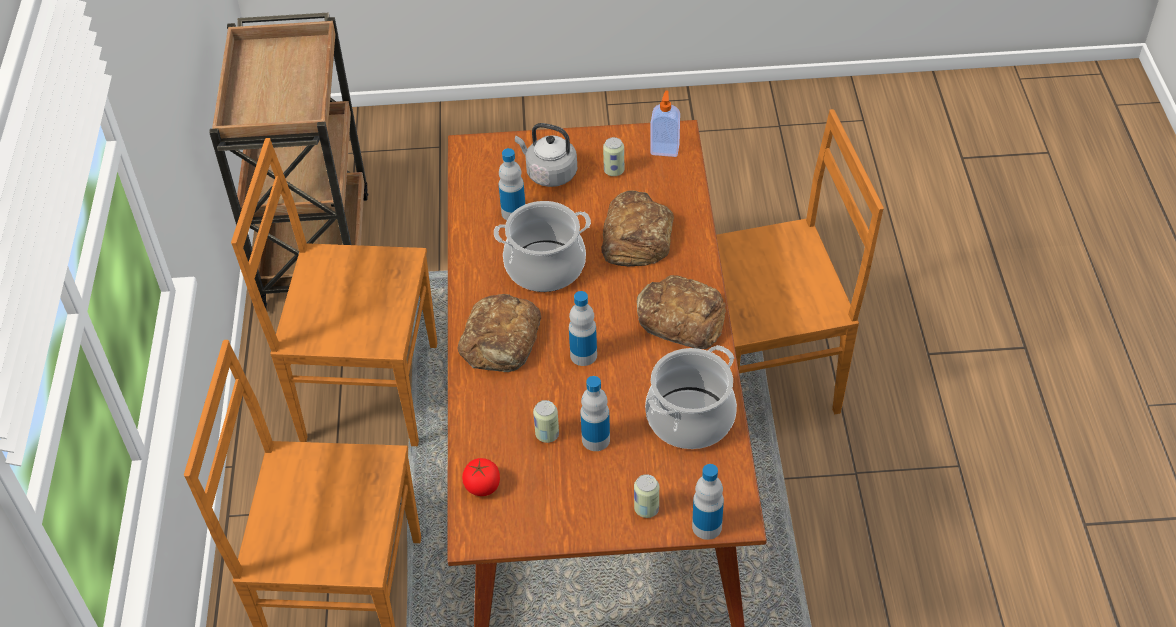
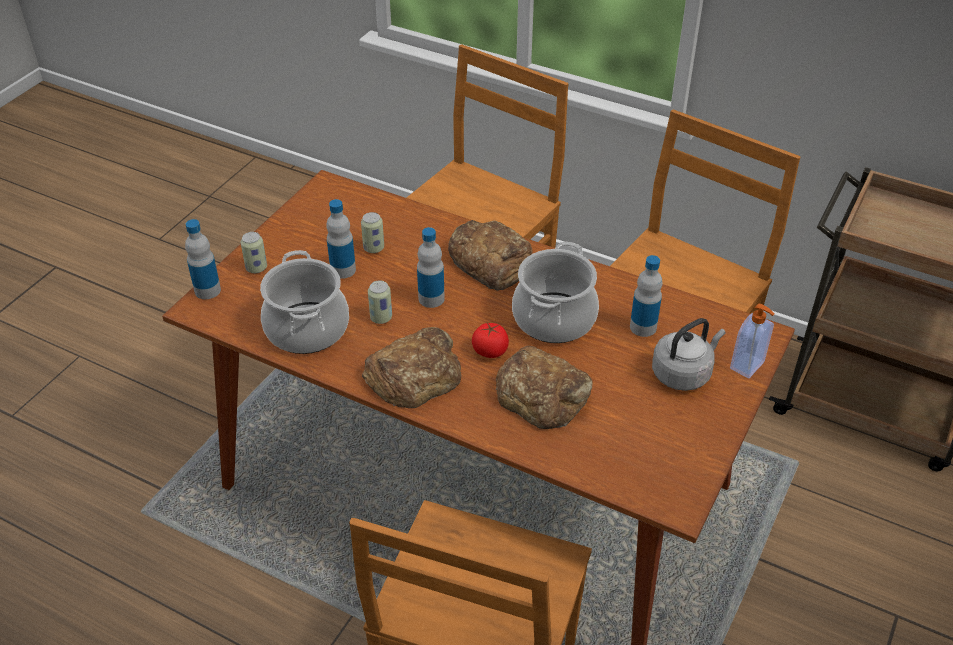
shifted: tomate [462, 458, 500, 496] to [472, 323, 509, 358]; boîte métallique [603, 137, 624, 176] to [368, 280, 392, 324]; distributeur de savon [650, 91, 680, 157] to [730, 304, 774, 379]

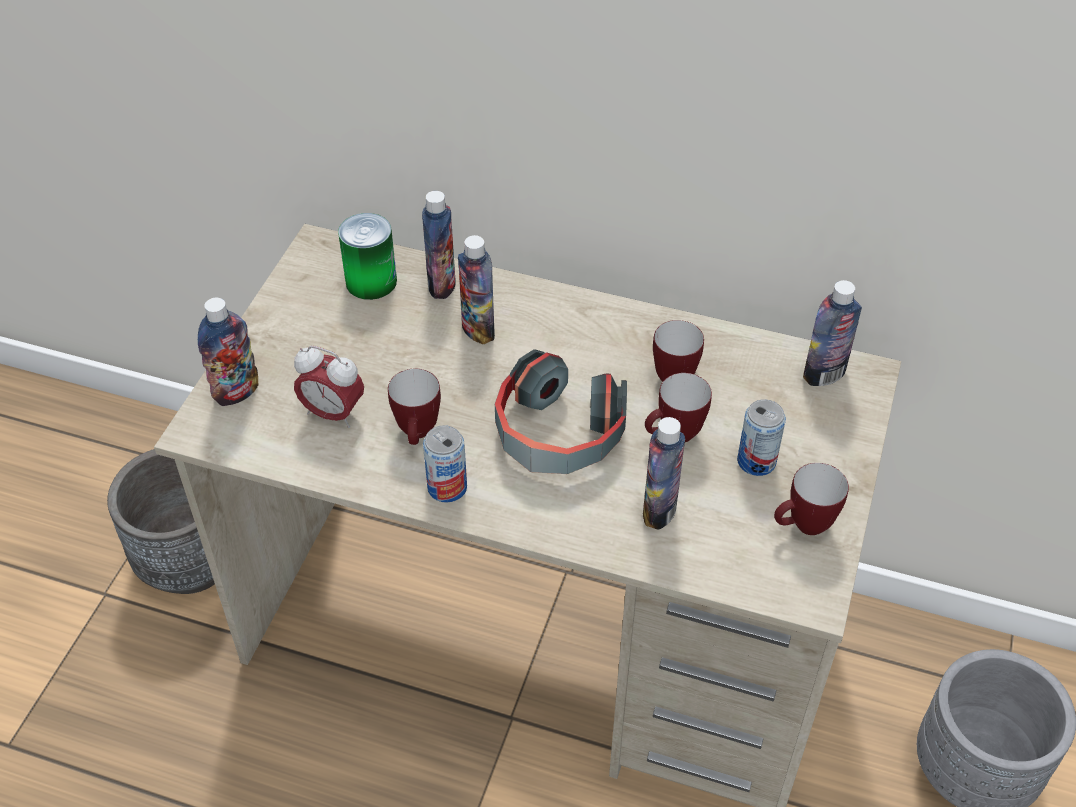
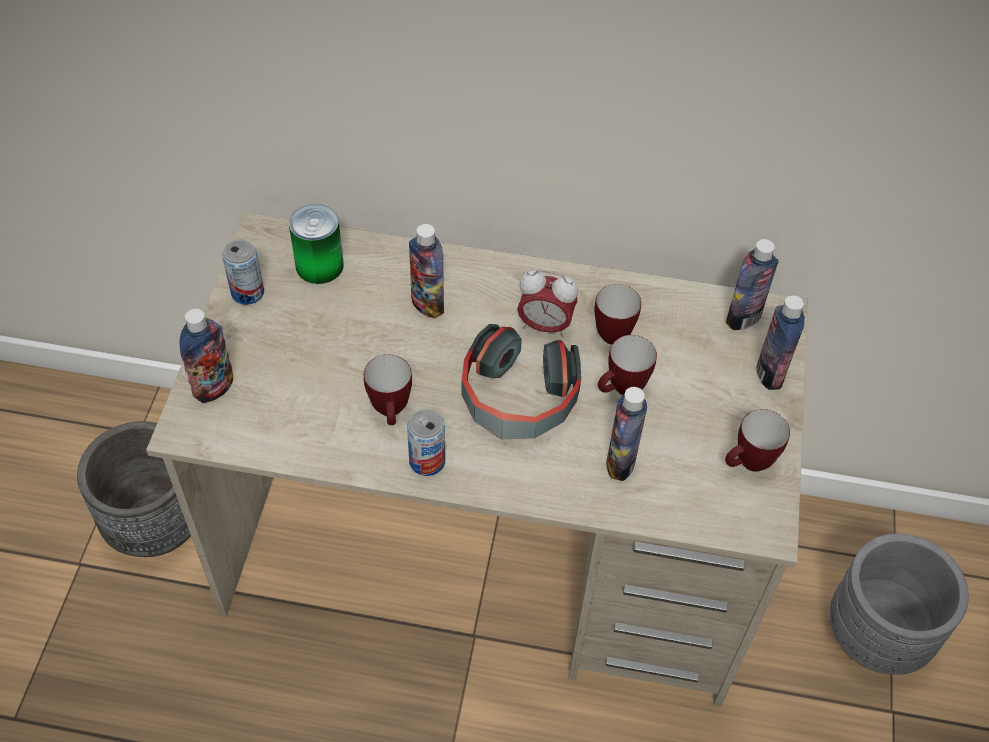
shifted: réveil [294, 346, 364, 428] to [517, 270, 578, 338]; bouteille [422, 191, 456, 299] to [756, 295, 805, 390]; boîte métallique [737, 399, 786, 476] to [222, 240, 264, 305]

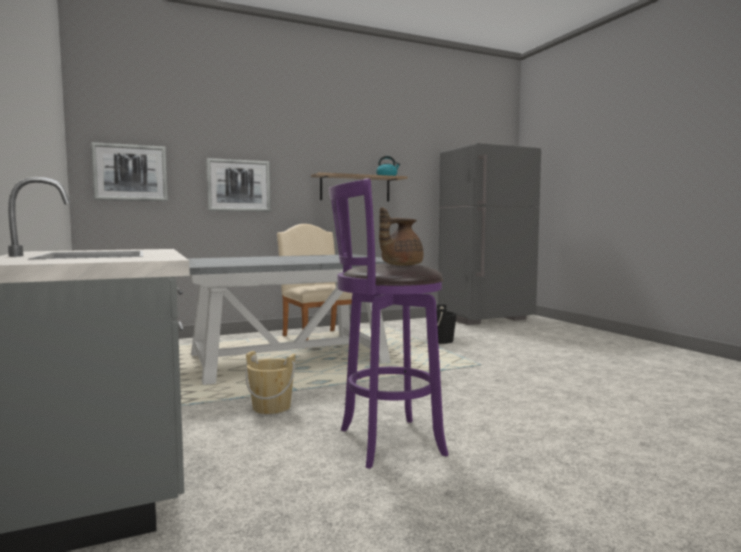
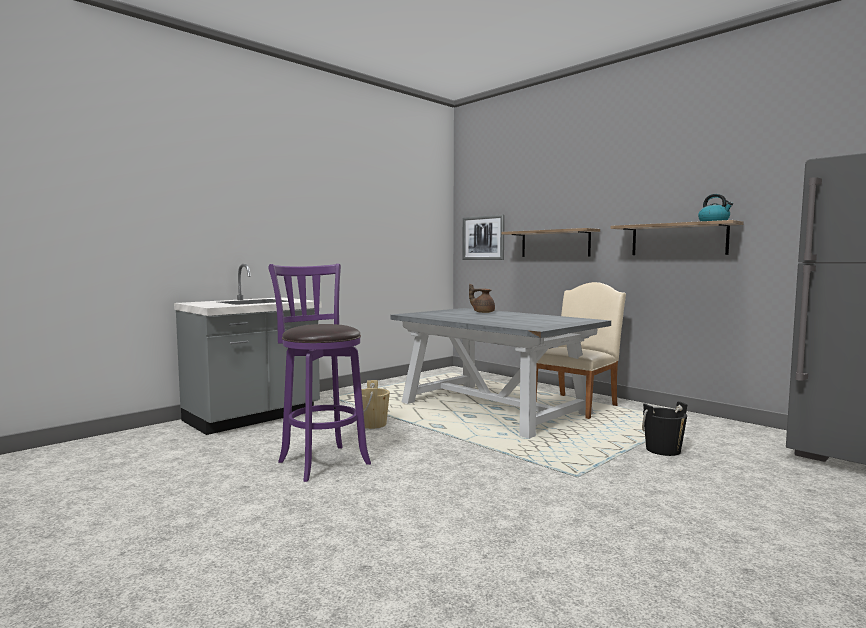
shifted: théière (marron) [379, 207, 423, 266] to [469, 284, 495, 313]
swapped: tableau [206, 158, 271, 212] to étagère [501, 228, 600, 257]

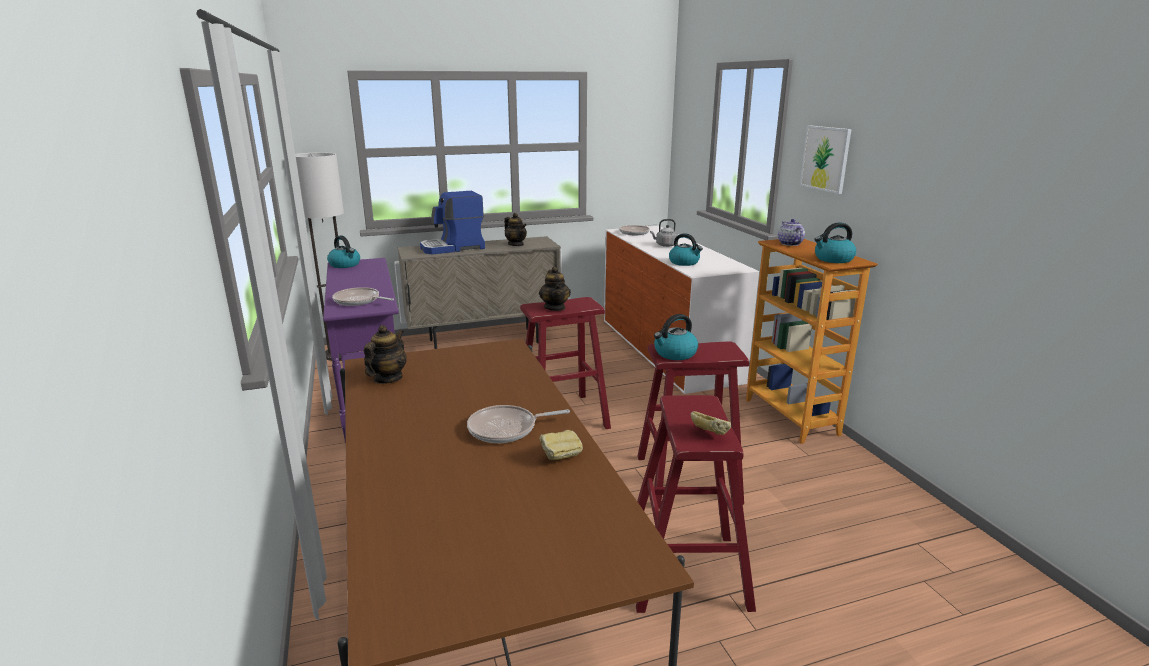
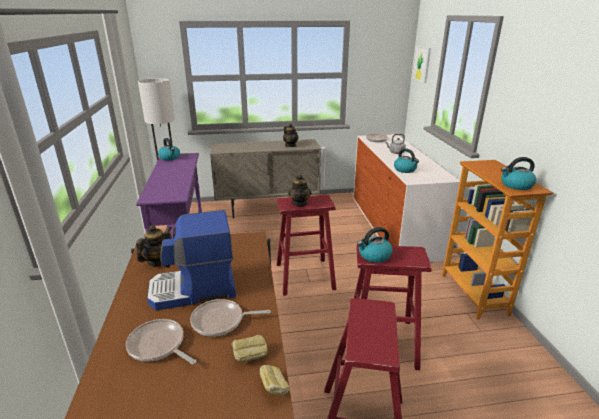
gone: théière [778, 219, 805, 246]
shifted: poêle [332, 287, 394, 306] to [126, 319, 196, 364]; machine à café [420, 191, 485, 254] to [147, 210, 236, 310]; pain [690, 411, 731, 435] to [260, 365, 290, 396]; tableau [800, 125, 851, 194] to [412, 46, 431, 83]

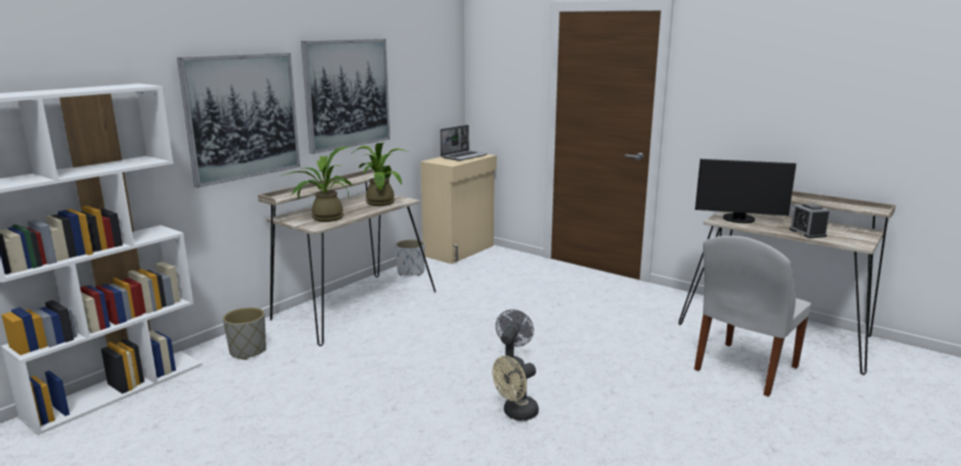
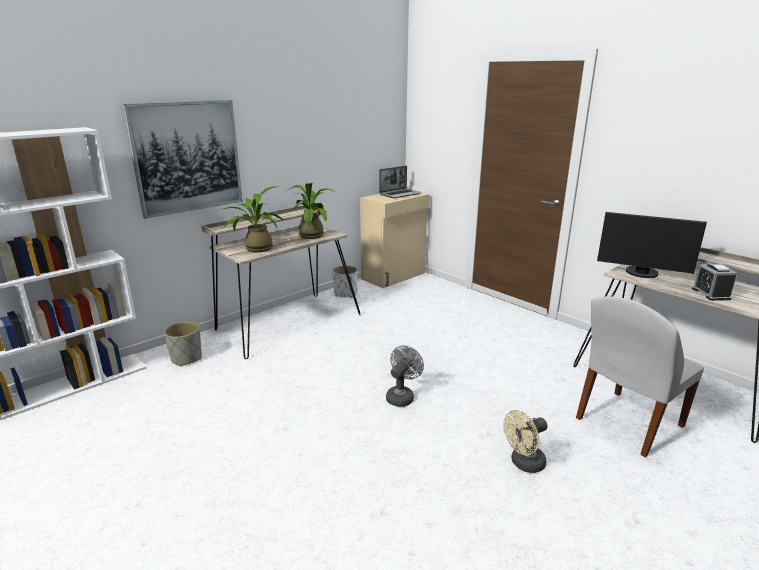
gone: tableau [301, 39, 390, 154]
shifted: ventilateur (beige) [492, 356, 539, 421] to [503, 410, 547, 473]

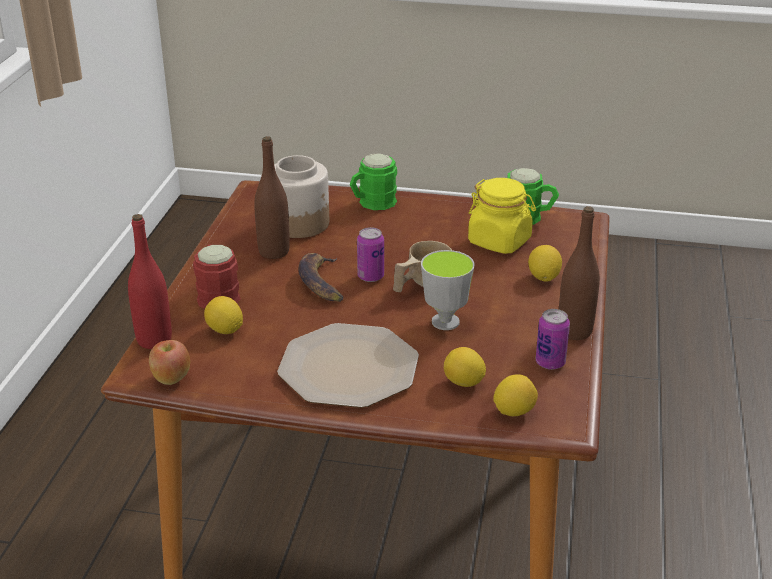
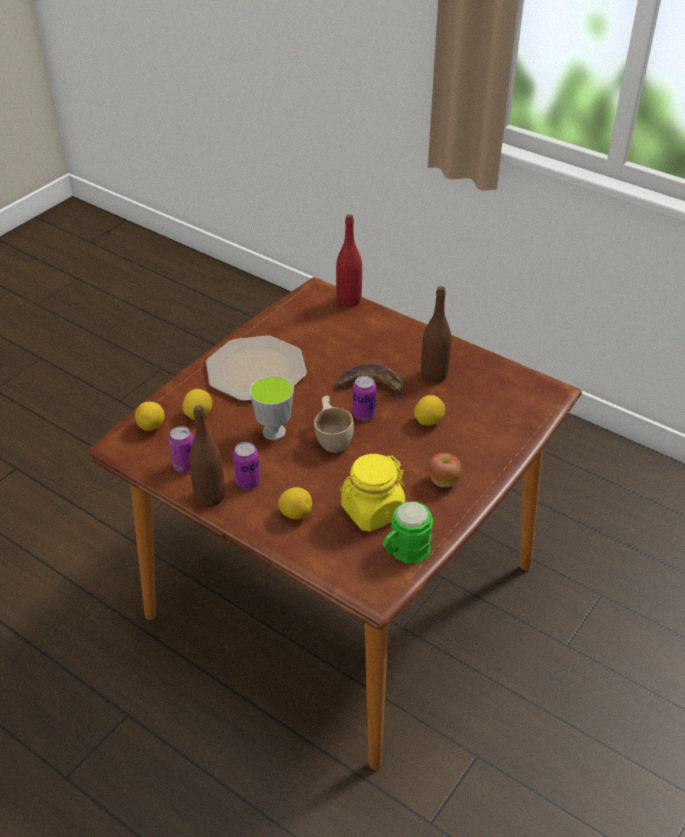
gone: mug (rouge) [193, 245, 241, 309]; bocal [274, 155, 329, 238]; mug (vert) [350, 153, 397, 210]
new: boîte métallique [233, 442, 260, 489]
shifted: pomme [149, 340, 190, 385] to [428, 453, 461, 487]; citron [204, 296, 243, 334] to [414, 395, 445, 426]

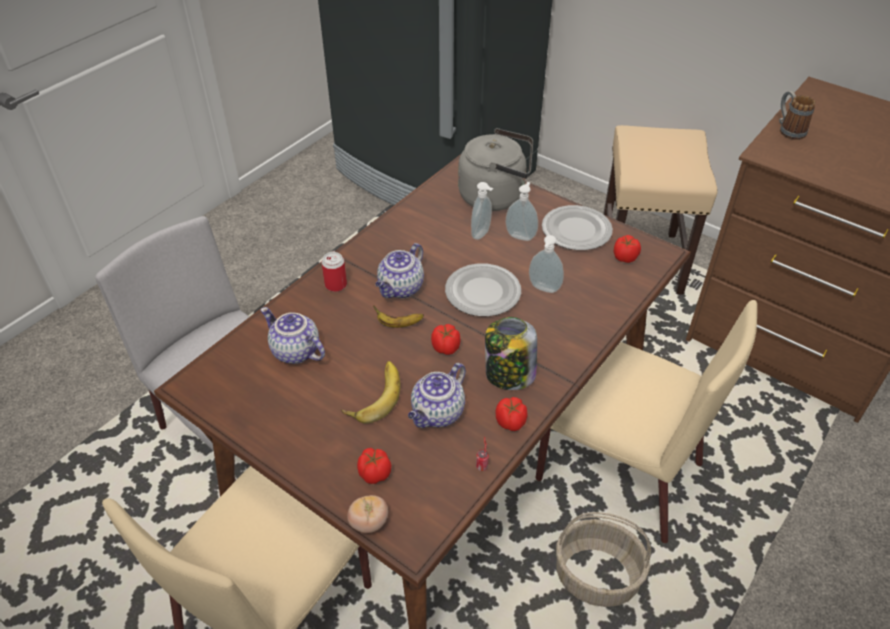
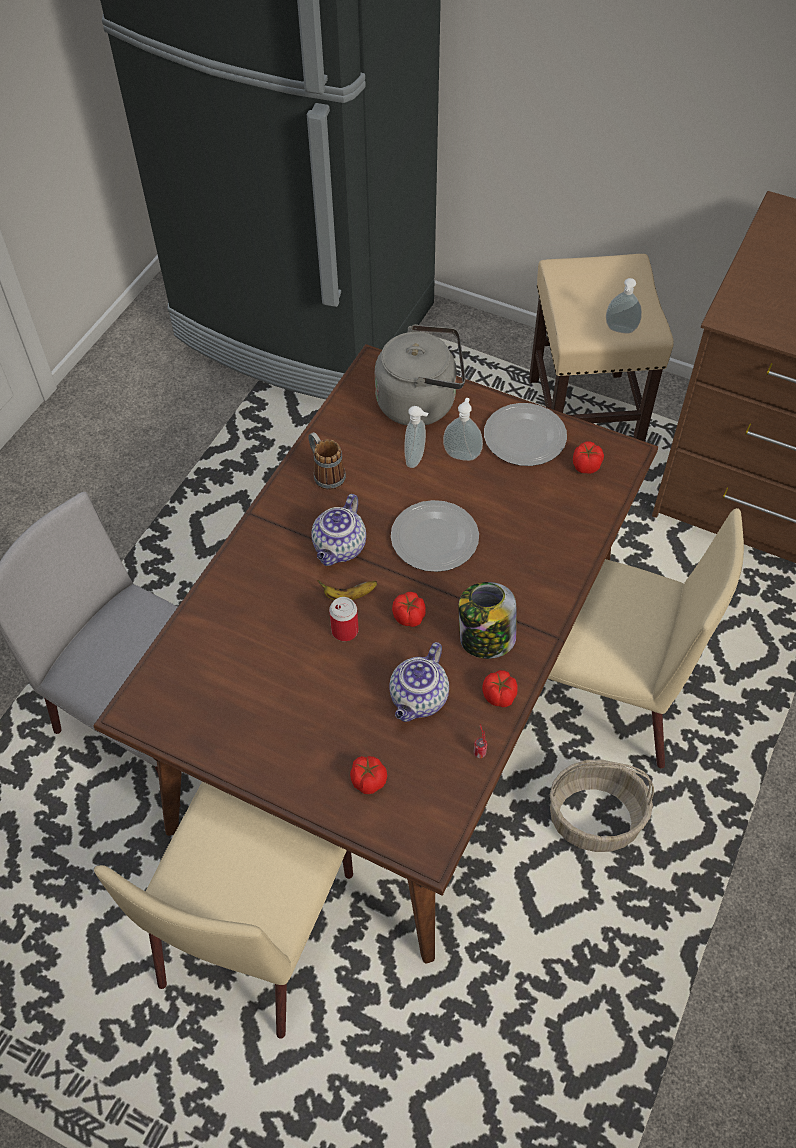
gone: théière [261, 307, 325, 364]; banane [341, 361, 400, 424]; tomate [347, 495, 388, 533]
shifted: boîte métallique [322, 252, 347, 292] to [329, 597, 359, 641]; distributeur de savon [529, 235, 564, 293] to [606, 278, 642, 333]; mug [779, 91, 815, 140] to [308, 432, 346, 490]

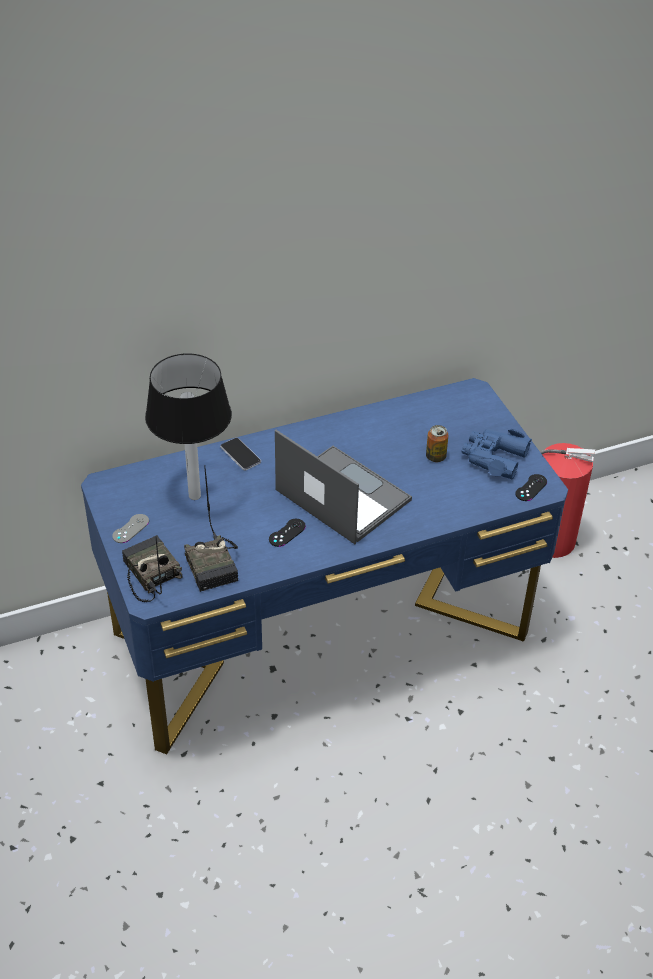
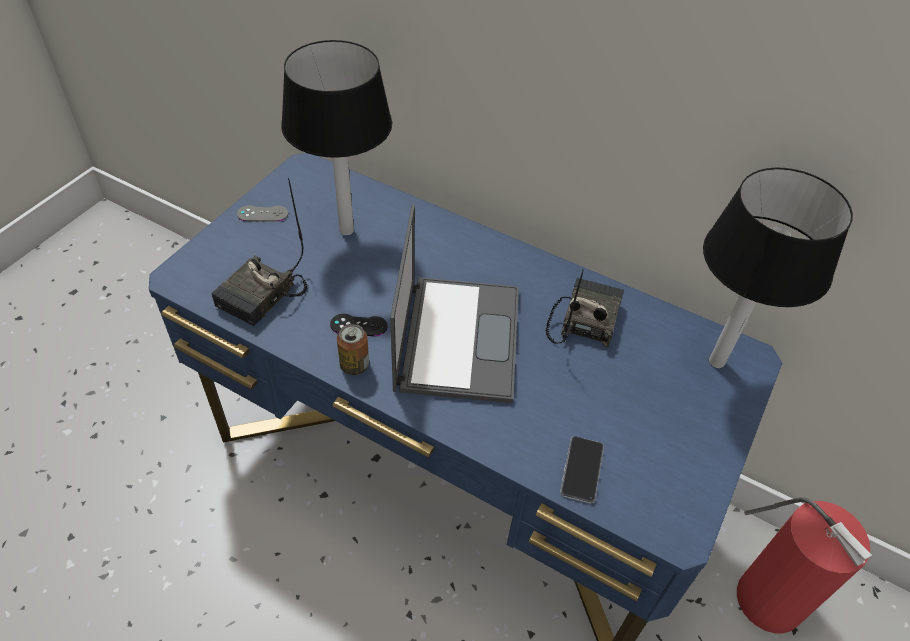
gone: jumelles (bleu) [461, 429, 532, 479]; manette (noir) [515, 474, 547, 501]
new: lampe de table [703, 168, 853, 368]
shifted: radio [122, 535, 183, 602] to [546, 269, 624, 348]; téléphone [220, 438, 261, 470] to [560, 436, 604, 503]; boîte métallique [426, 425, 448, 462] to [337, 324, 369, 375]

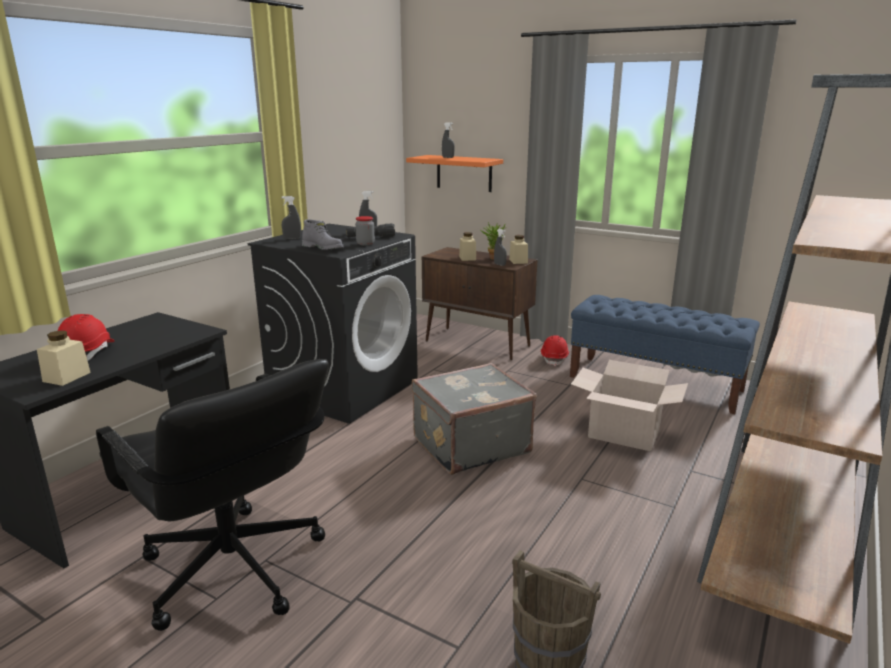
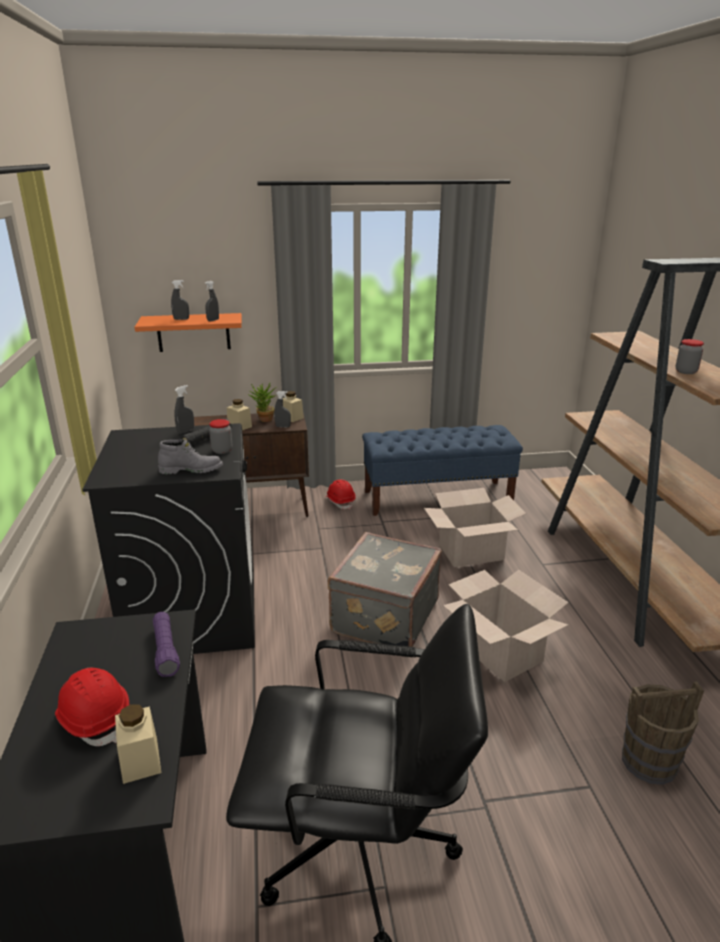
new: lampe de poche (violet) [153, 612, 180, 677]; carton [443, 570, 569, 682]; bocal [676, 339, 704, 374]
shifted: vaporisateur (gris) [282, 196, 301, 239] to [205, 281, 219, 322]

